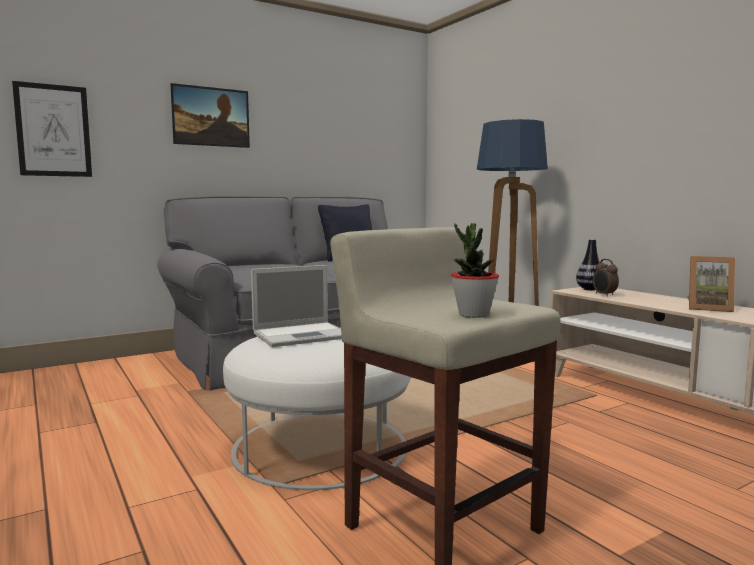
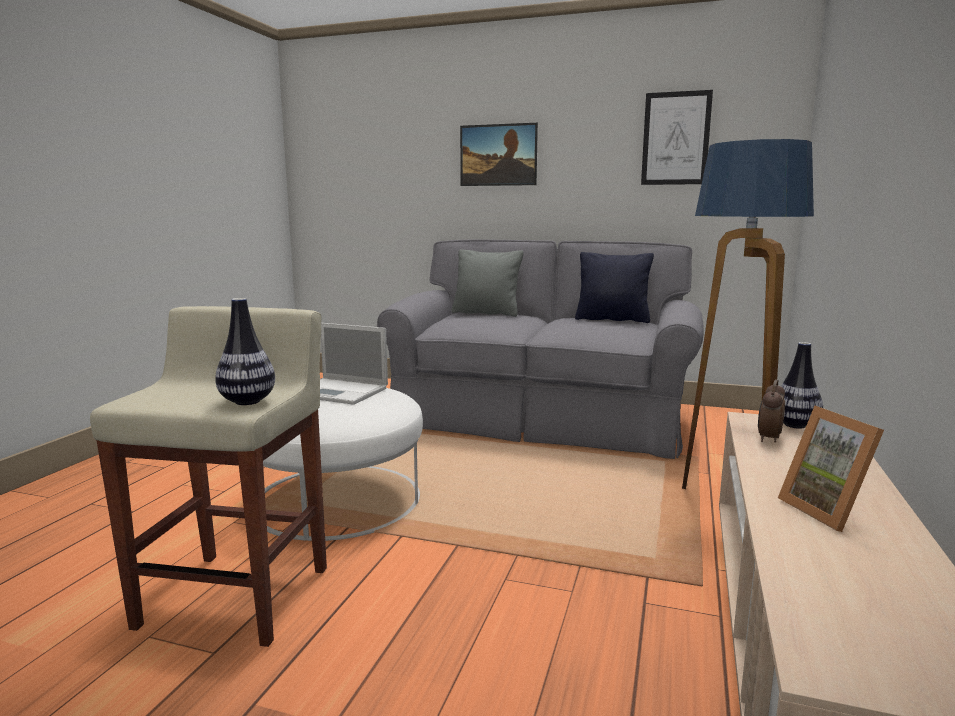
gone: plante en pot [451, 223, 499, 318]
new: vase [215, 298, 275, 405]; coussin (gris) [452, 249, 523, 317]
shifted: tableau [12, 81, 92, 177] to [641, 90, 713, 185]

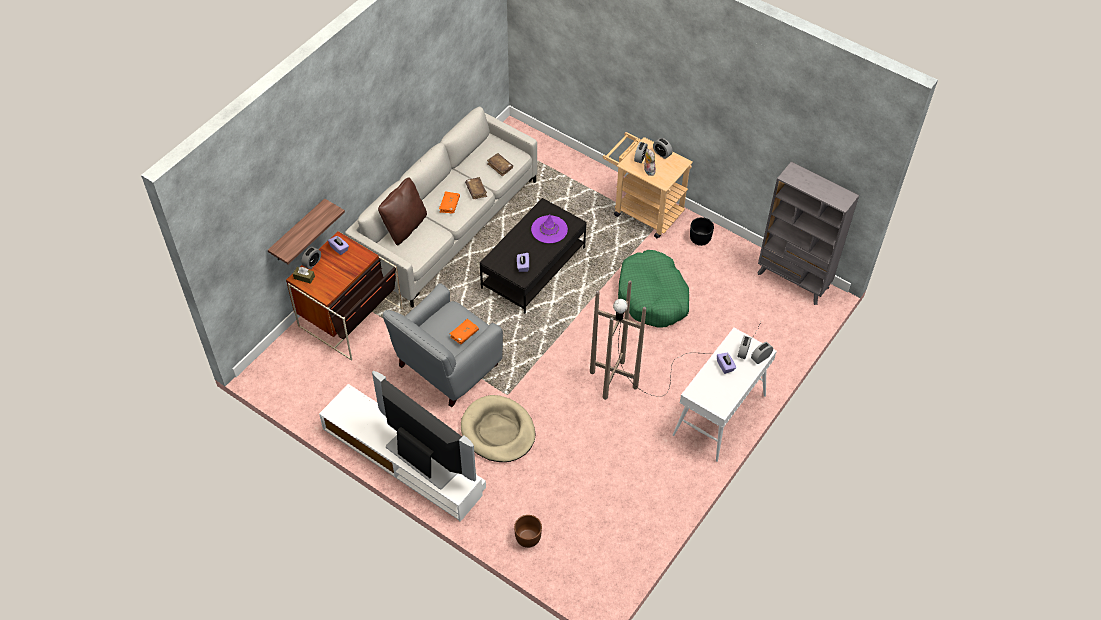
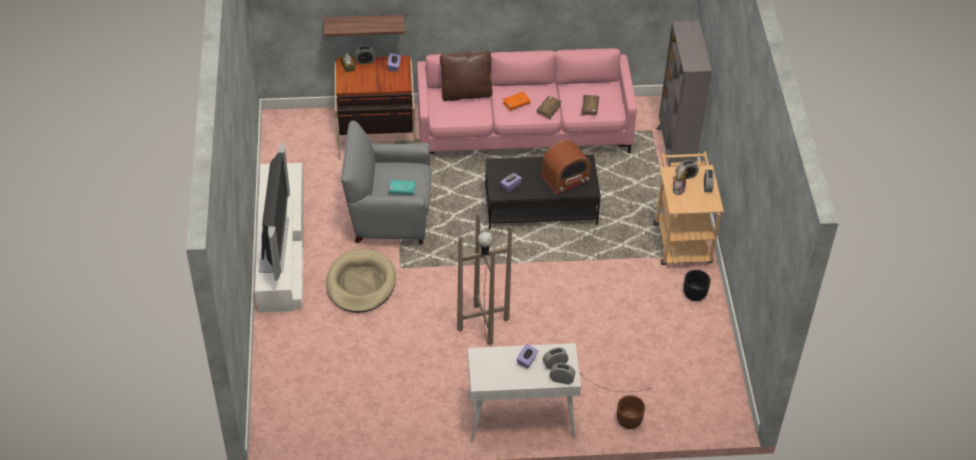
gone: panier pour chien (vert) [618, 250, 689, 328]
shifted: cache-pot (marron) [514, 515, 542, 548] to [617, 395, 645, 429]; bibliothèque (gris) [757, 162, 859, 305] to [657, 20, 712, 167]
swapped: chapeau (violet) [531, 215, 568, 243] to radio [541, 140, 591, 195]
repainted: canapé (gris) [345, 107, 537, 308] to canapé (rose) [417, 48, 637, 154]; livre (orange) [449, 319, 479, 344] to livre (turquoise) [389, 179, 416, 195]

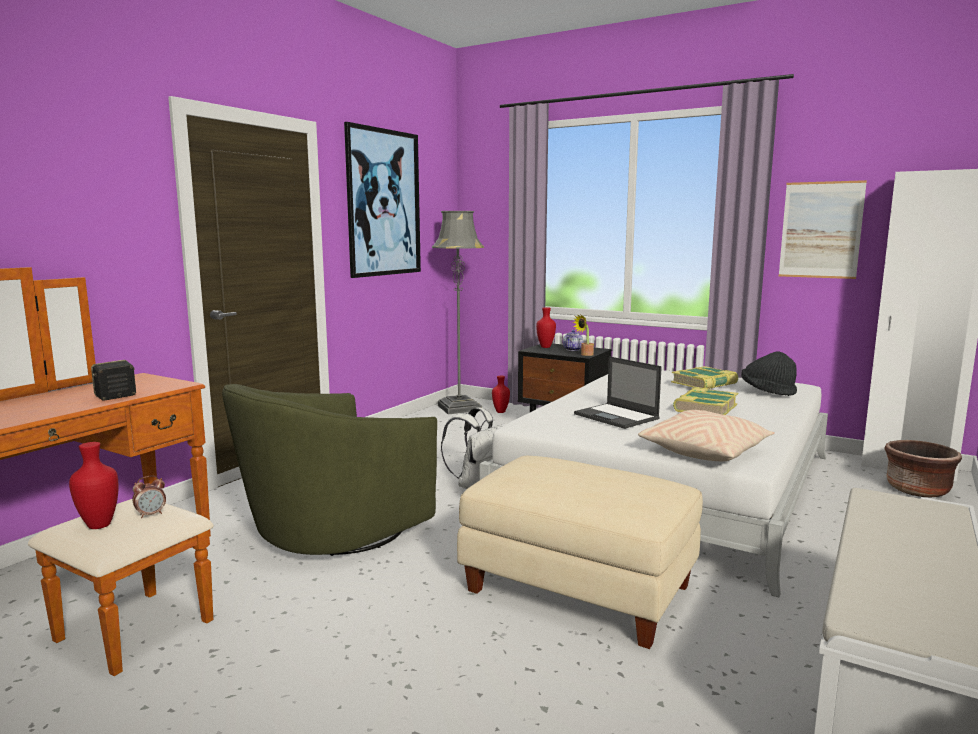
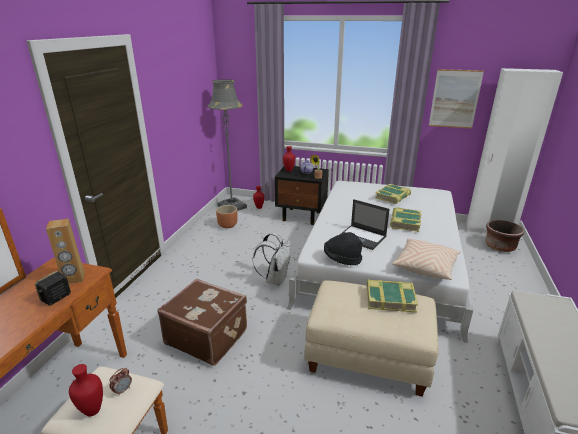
gone: tableau [344, 122, 421, 278]
new: enceinte (marron) [46, 218, 85, 284]; cache-pot (marron) [216, 205, 237, 228]; livre [367, 279, 418, 313]
shifted: chapeau (noir) [741, 351, 797, 396] to [324, 232, 362, 265]
swapped: fauteuil (vert) [222, 384, 437, 556] to valise (marron) [158, 279, 247, 366]

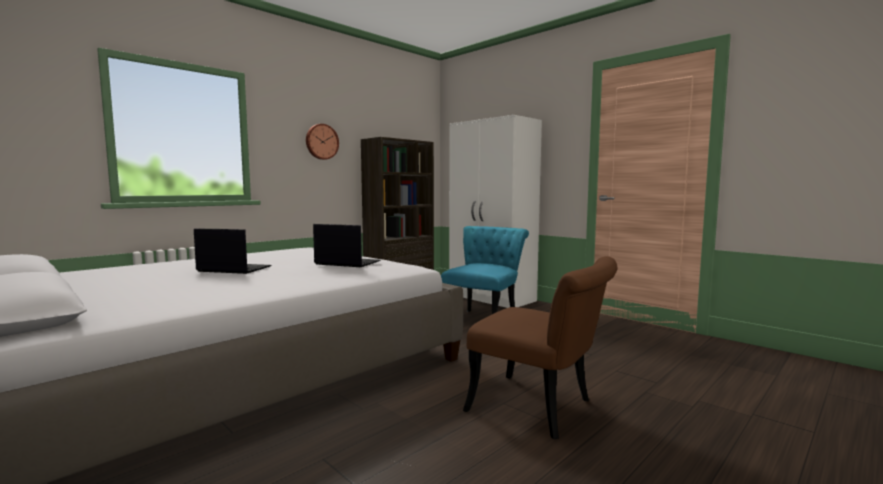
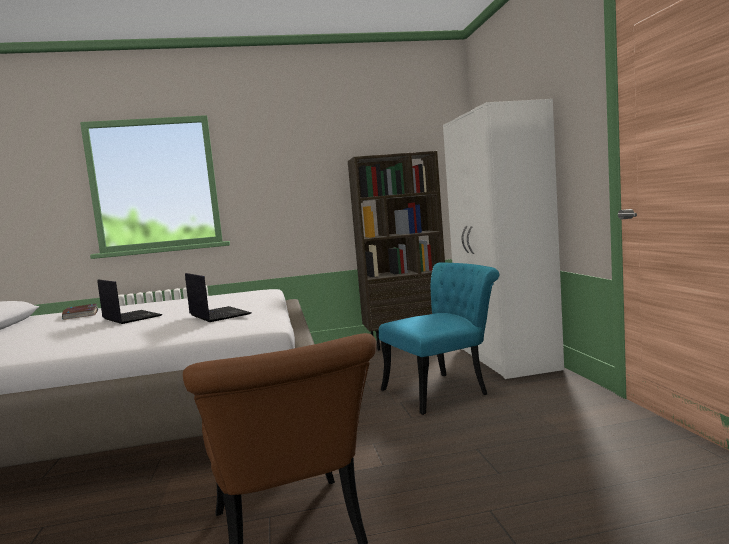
gone: horloge murale [306, 124, 339, 160]
new: livre [62, 304, 98, 320]

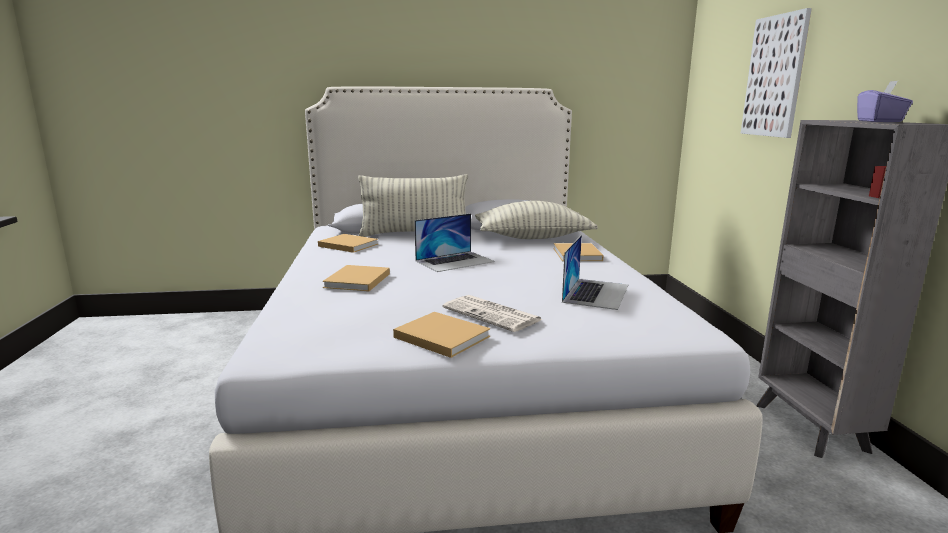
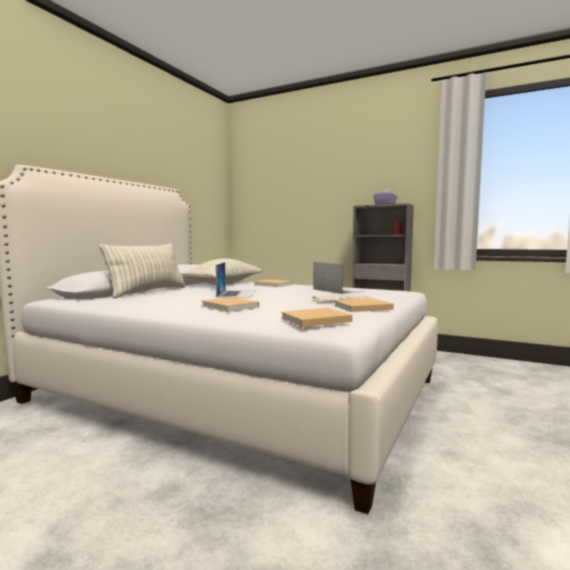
gone: tableau [741, 8, 812, 138]
shifted: livre (beige) [318, 234, 378, 253] to [281, 308, 353, 327]

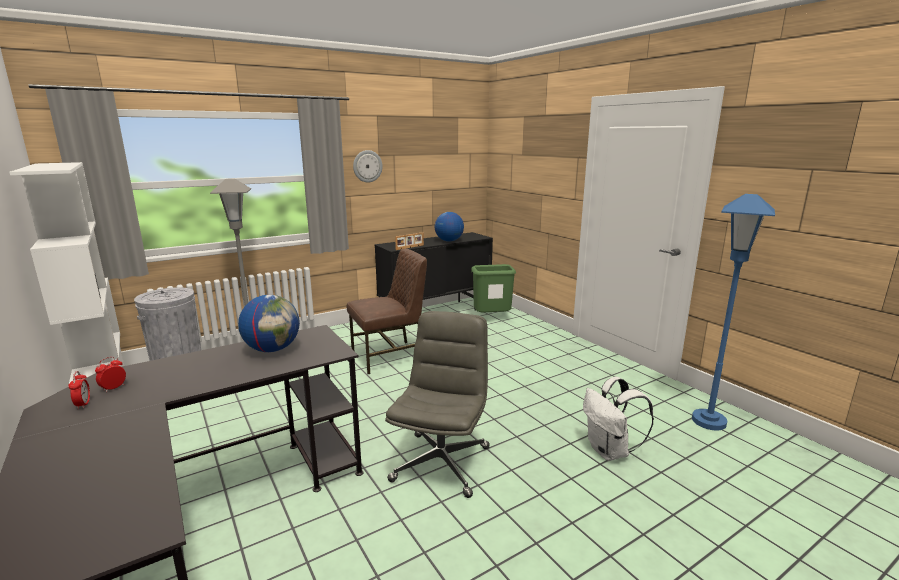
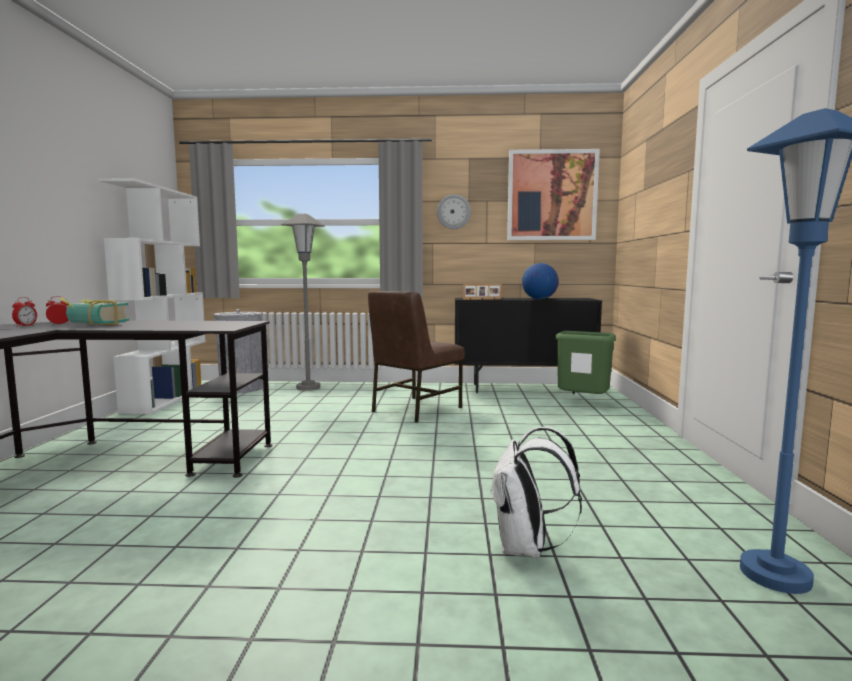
gone: globe [238, 295, 300, 352]; chaise de bureau (gris) [385, 311, 490, 498]
new: livre [60, 297, 129, 325]; tableau [507, 149, 600, 240]
rotated: chaise (marron) [347, 249, 427, 374] = [368, 291, 465, 423] 120 degrees clockwise

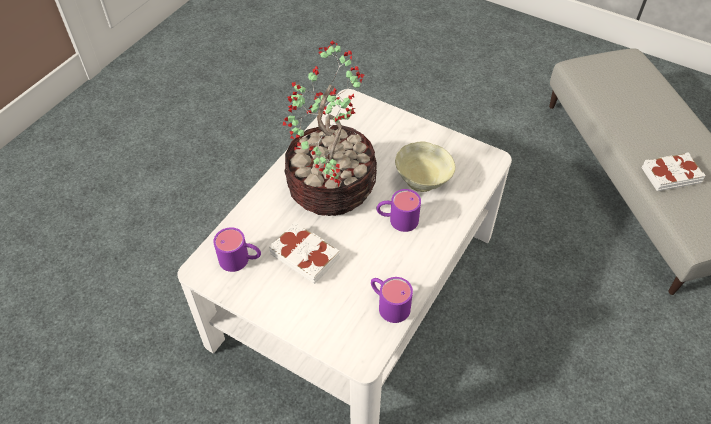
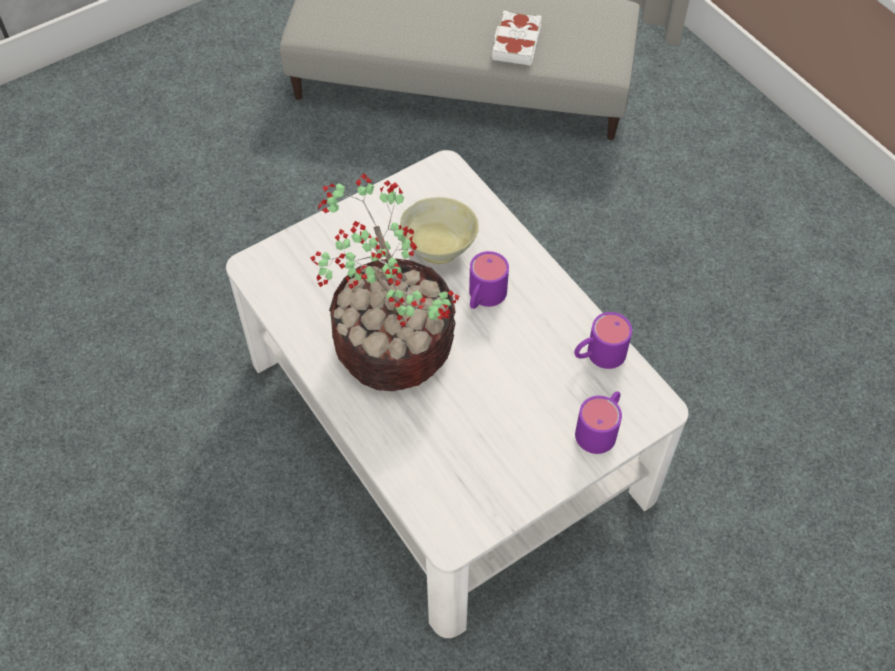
gone: livre (blanc) [269, 221, 340, 284]
shifted: mug (violet) [213, 227, 261, 272] to [575, 391, 622, 454]

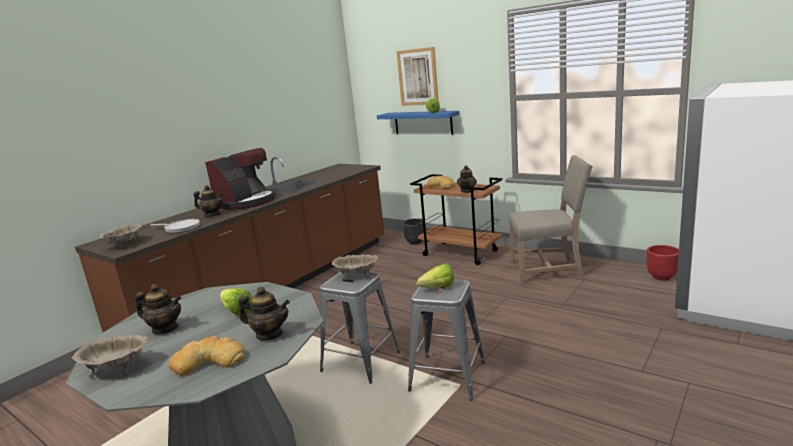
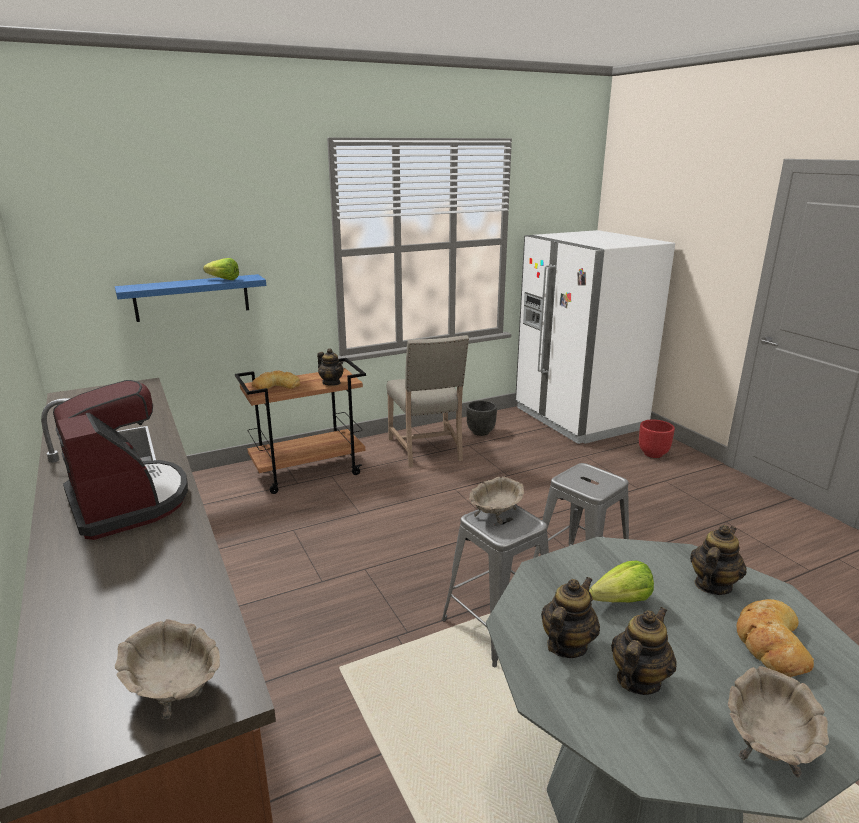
gone: poêle [150, 219, 200, 233]; tableau [396, 47, 438, 106]; laitue [417, 264, 454, 288]
shifted: théière [193, 185, 224, 217] to [541, 577, 600, 658]; cache-pot (noir) [402, 218, 424, 245] to [466, 400, 497, 436]; cache-pot (rouge) [646, 245, 679, 280] to [639, 420, 675, 458]
rotated: chaise (beige) [508, 155, 593, 284] = [387, 335, 469, 468] 135 degrees clockwise

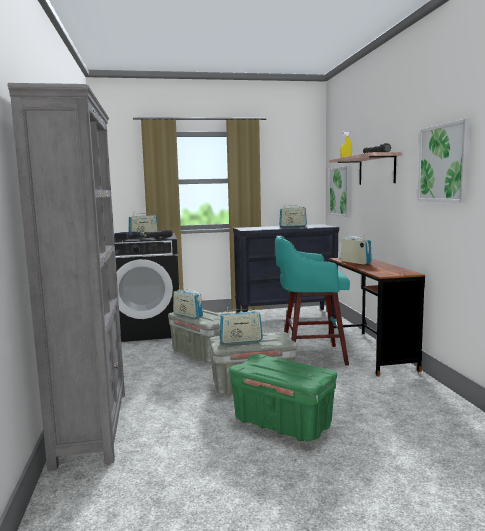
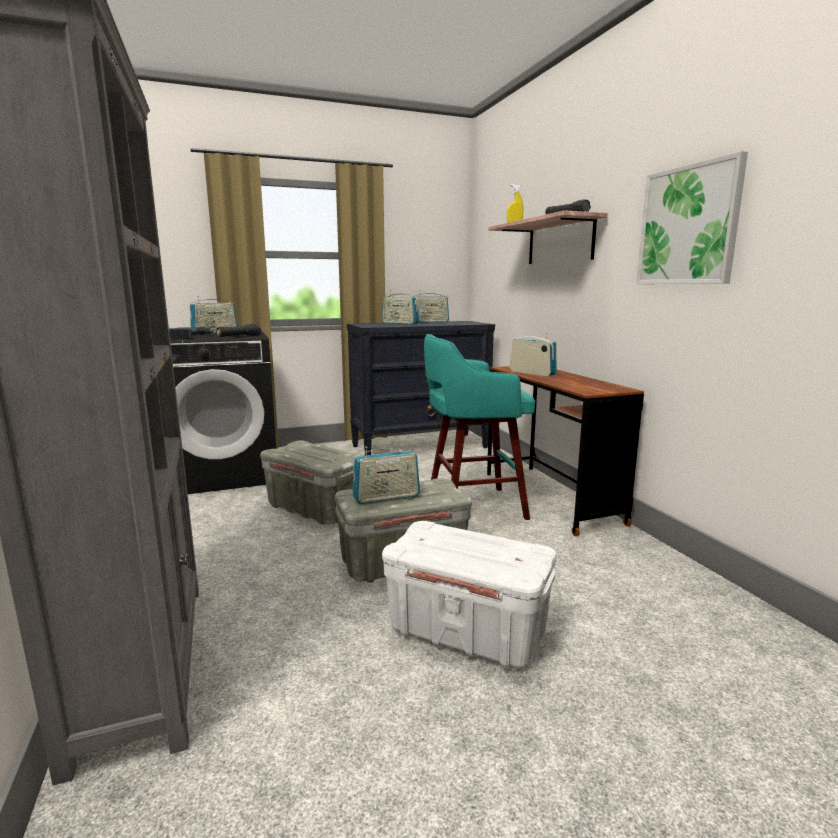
gone: tableau [329, 166, 351, 217]
shifted: radio [173, 289, 203, 319] to [382, 290, 419, 325]
repainted: boîte de rangement (vert) [229, 354, 337, 442] to boîte de rangement (blanc) [382, 521, 557, 668]

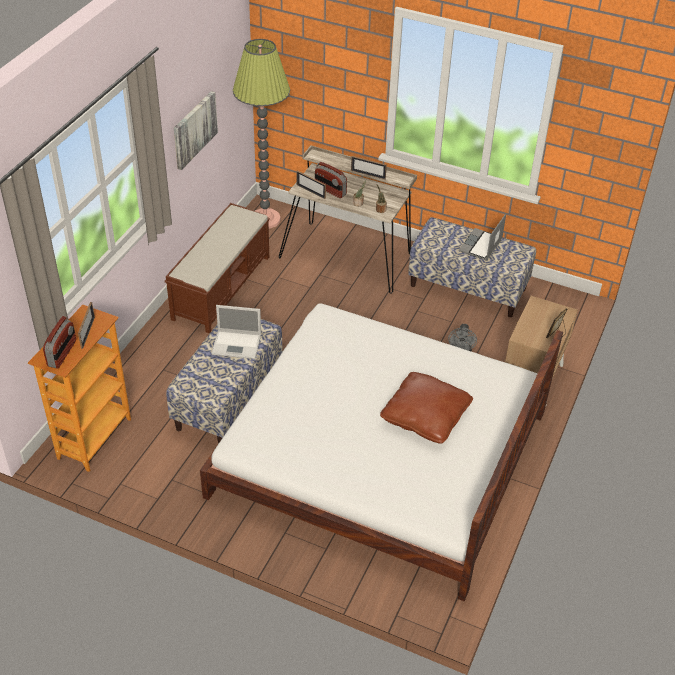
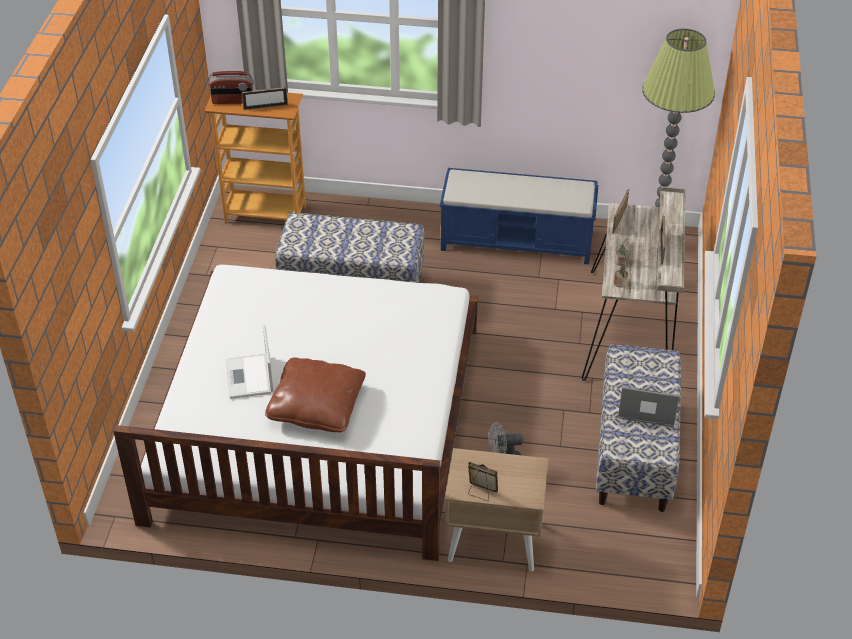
gone: tableau [174, 91, 218, 170]; radio [315, 162, 347, 198]
shifted: ordinateur portable [211, 305, 261, 359] to [226, 325, 274, 399]
repainted: banc (marron) [165, 203, 270, 333] to banc (bleu) [440, 168, 598, 265]

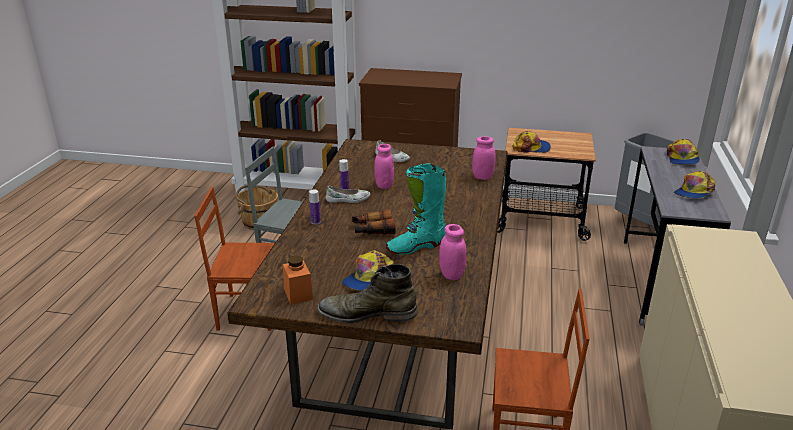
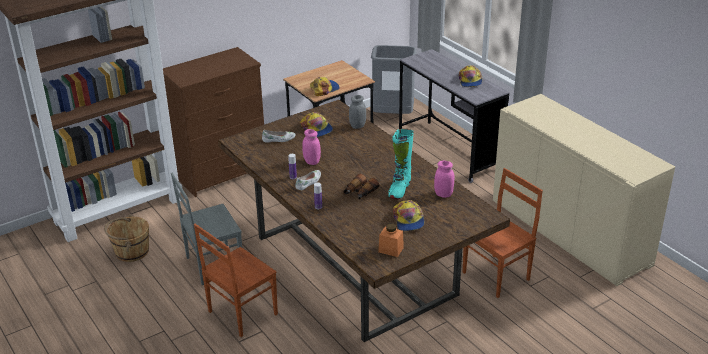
gone: botte (vert) [317, 264, 418, 323]
shifted: casquette [667, 139, 700, 165] to [300, 112, 333, 137]
repainted: bocal (rose) [472, 137, 496, 180] to bocal (gris) [349, 95, 366, 129]

